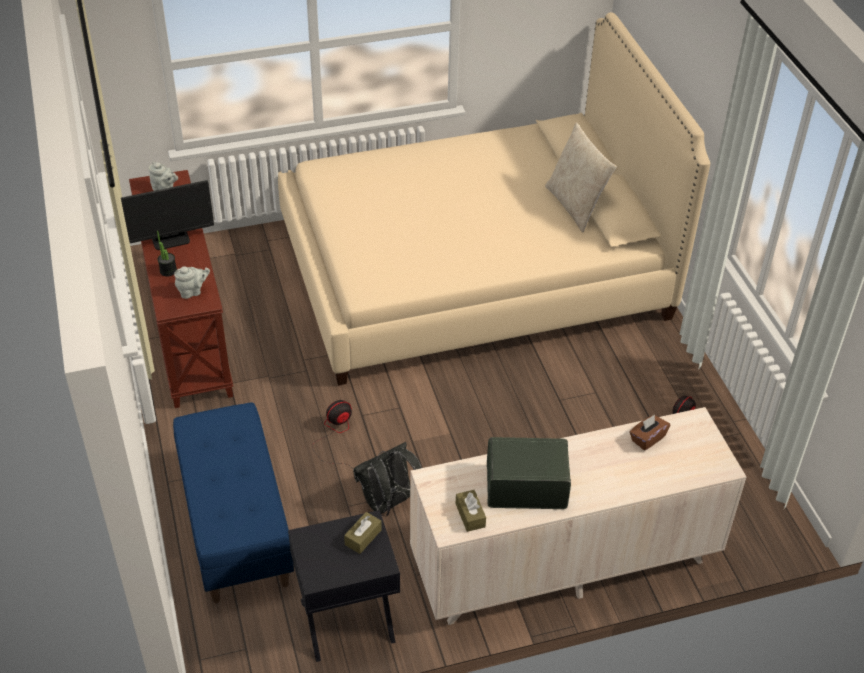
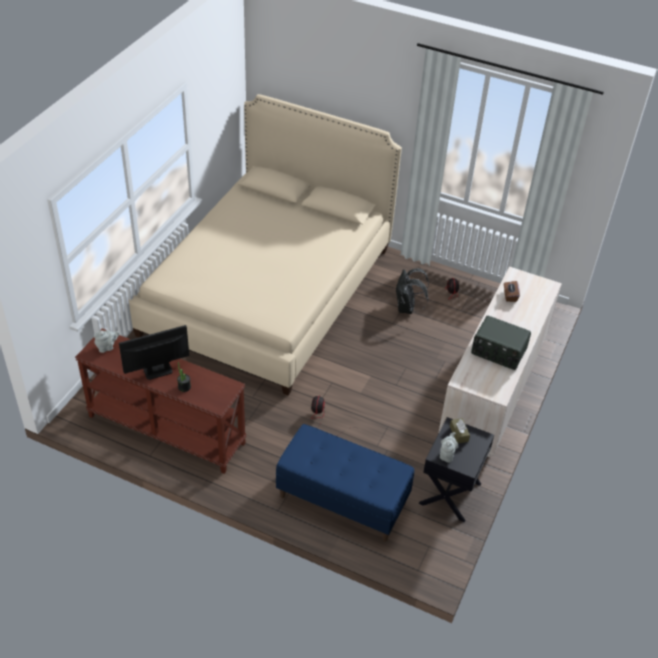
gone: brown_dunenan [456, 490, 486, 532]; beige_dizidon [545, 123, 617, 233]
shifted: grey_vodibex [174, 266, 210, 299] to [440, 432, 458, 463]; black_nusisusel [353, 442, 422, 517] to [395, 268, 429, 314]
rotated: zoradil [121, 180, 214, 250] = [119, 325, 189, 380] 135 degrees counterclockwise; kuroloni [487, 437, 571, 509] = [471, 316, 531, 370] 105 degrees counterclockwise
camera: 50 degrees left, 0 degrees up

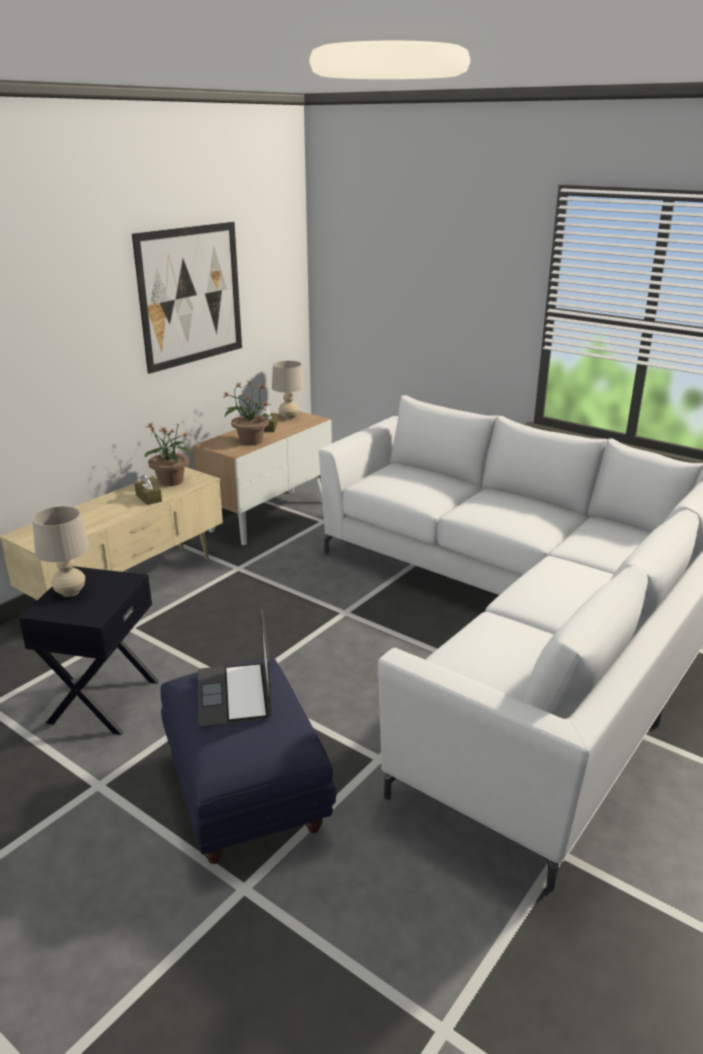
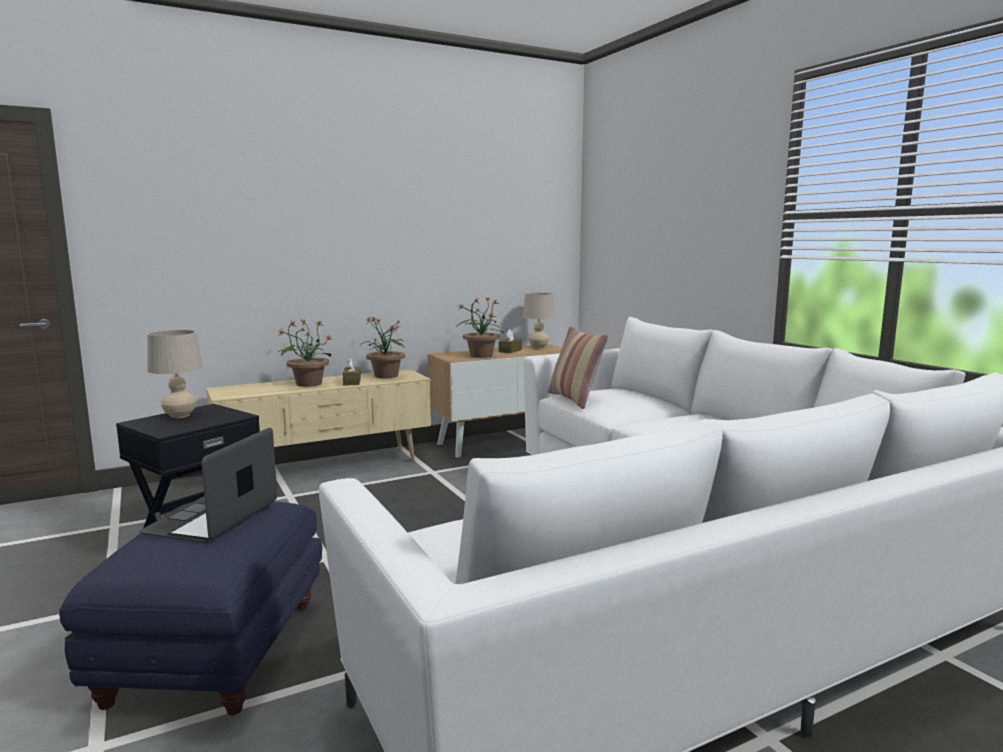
gone: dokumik [132, 222, 242, 374]
new: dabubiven [278, 319, 332, 387]; dizidon [548, 326, 608, 409]
camera: 25 degrees right, 15 degrees down

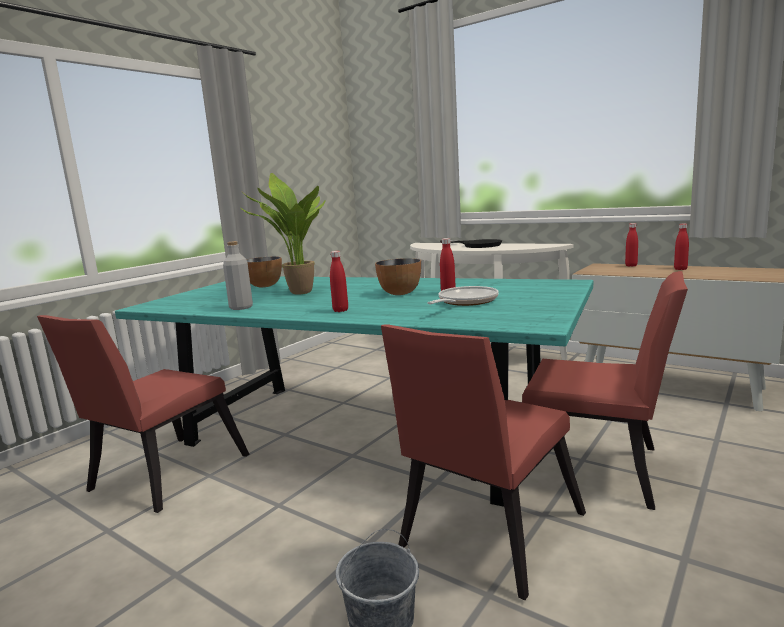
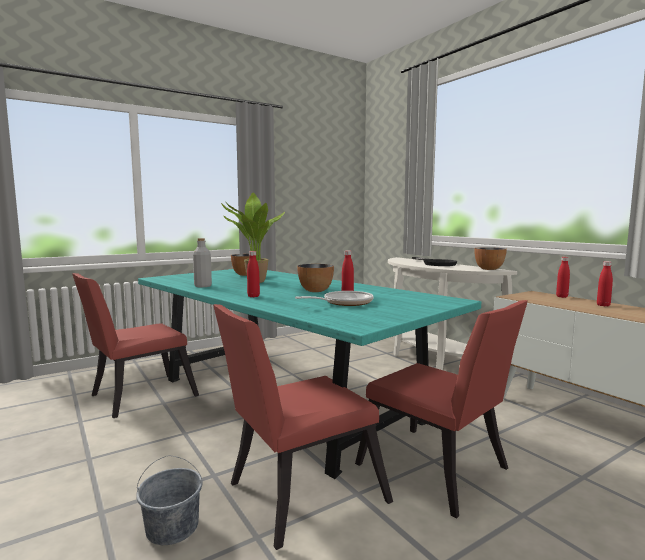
new: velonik [474, 247, 507, 270]
camera: 20 degrees right, 5 degrees down

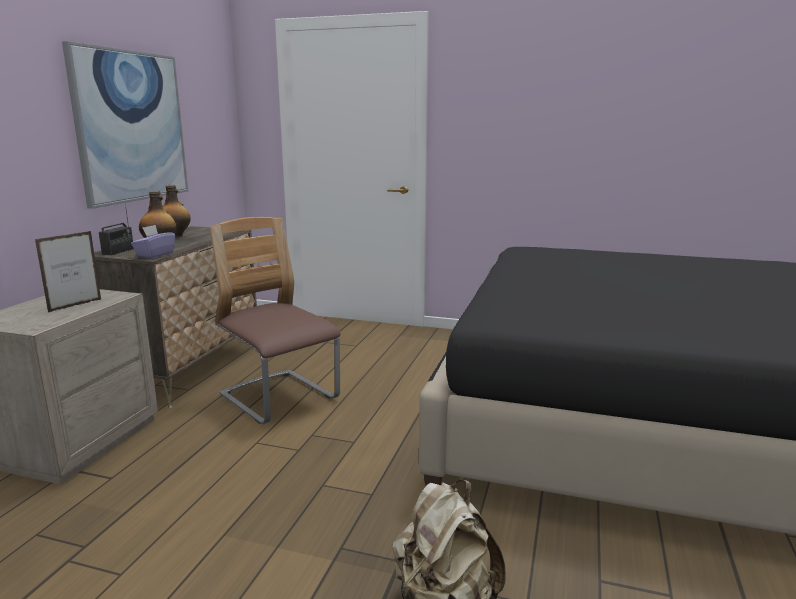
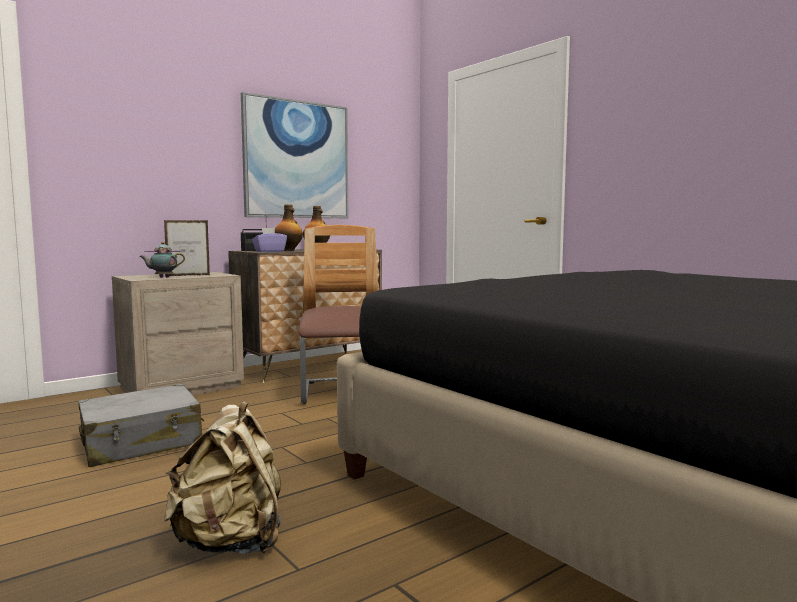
new: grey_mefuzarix [78, 384, 204, 467]; vodibex [139, 242, 185, 278]
camera: 35 degrees right, 10 degrees down

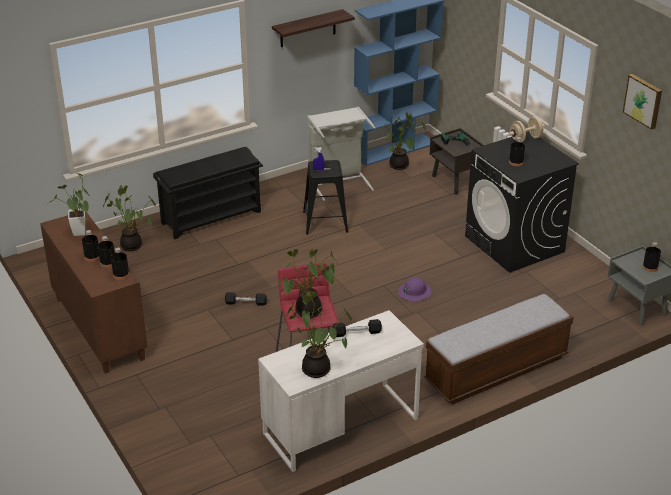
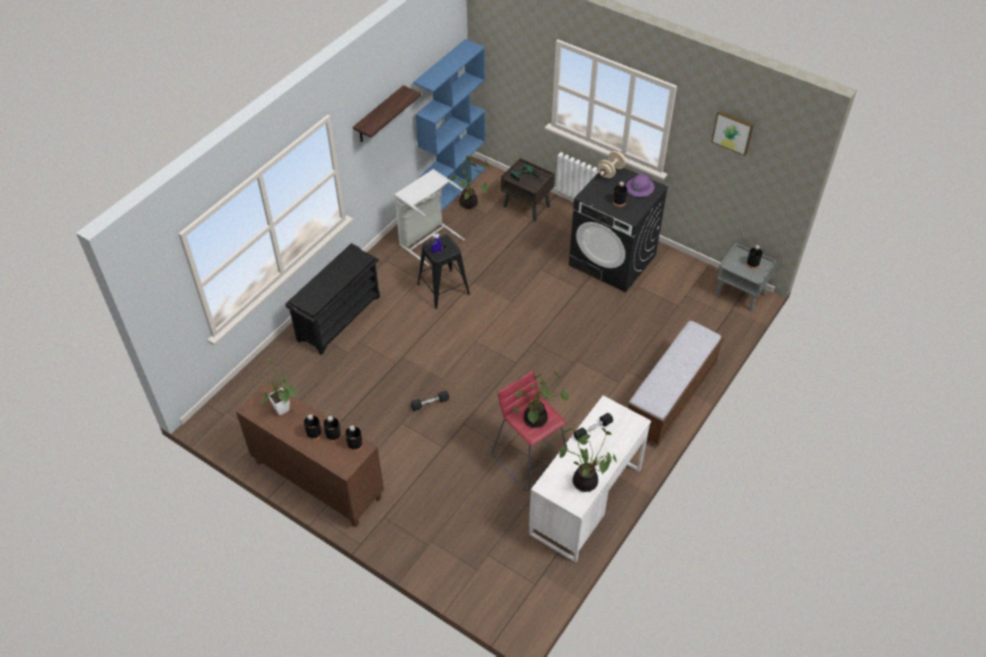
gone: dabubiven [103, 185, 156, 251]
shifted: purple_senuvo [398, 278, 431, 301] to [626, 174, 655, 197]
camera: 25 degrees left, 15 degrees up

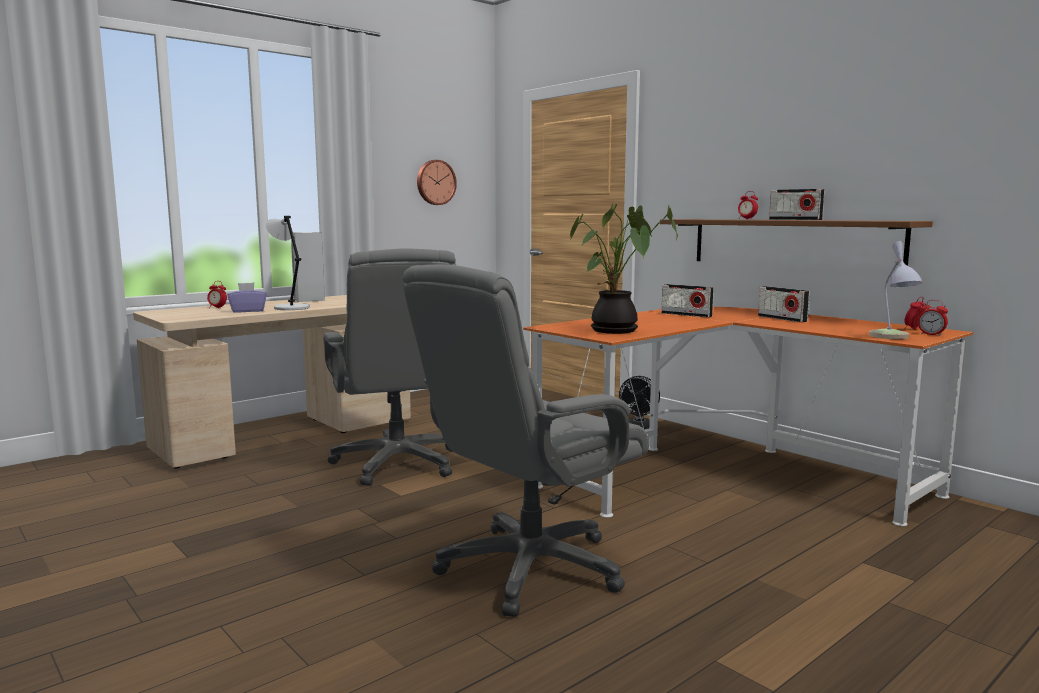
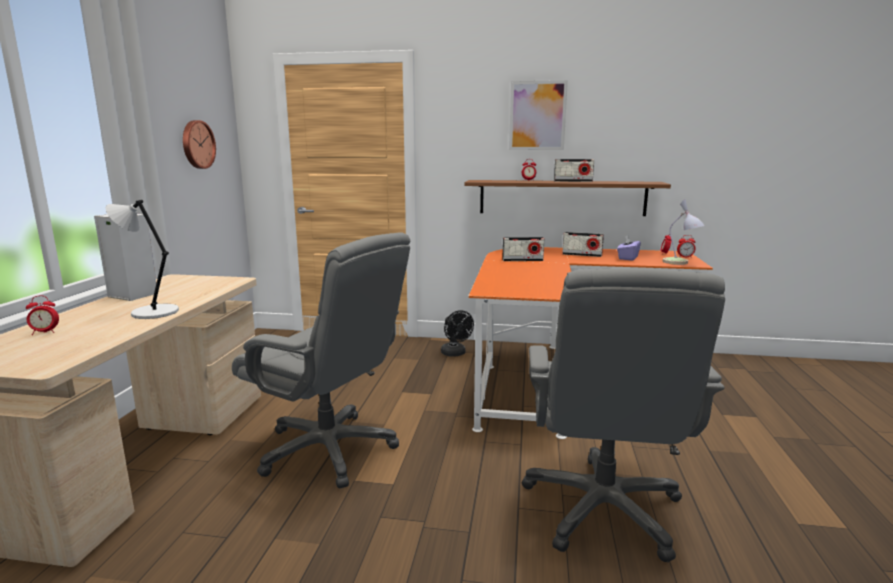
gone: dabubiven [570, 204, 678, 334]
new: dokumik [509, 80, 568, 150]
shifted: purple_dunenan [228, 283, 267, 313] to [617, 235, 641, 261]
camera: 40 degrees left, 5 degrees up

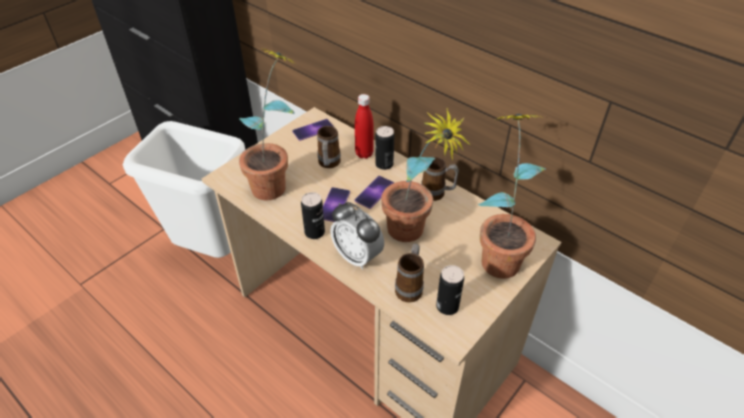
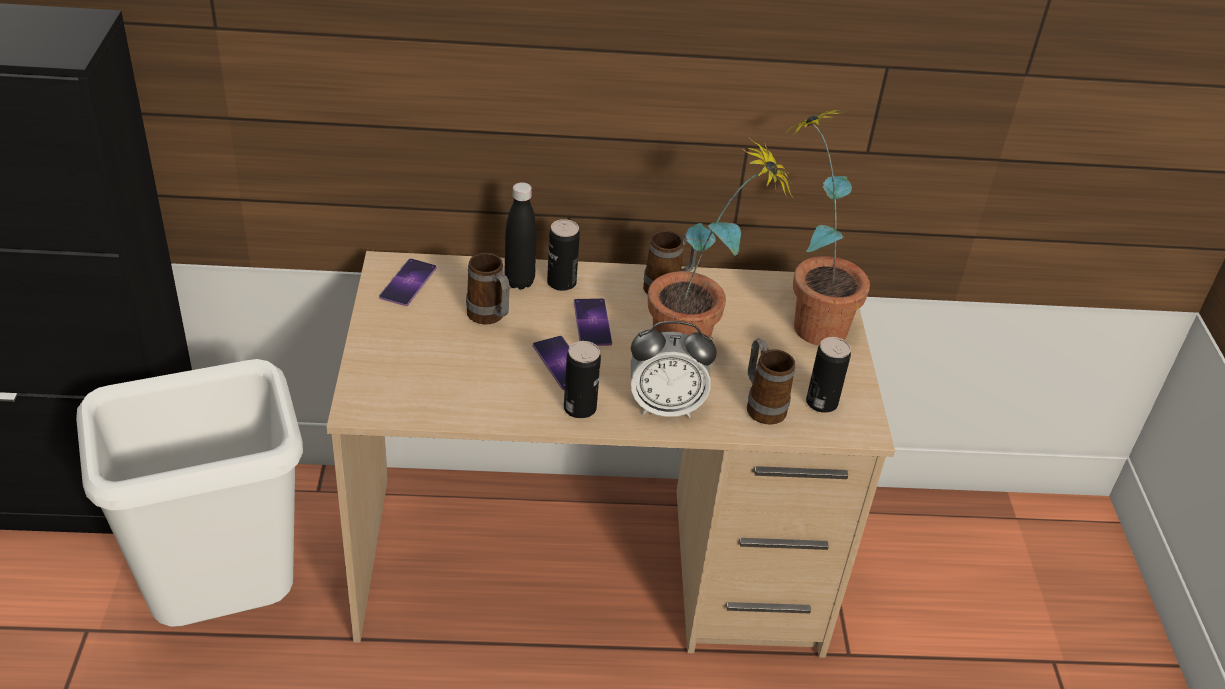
gone: dabubiven [239, 48, 295, 200]
repainted: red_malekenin [355, 94, 374, 159] to black_malekenin [504, 182, 537, 289]
camera: 45 degrees left, 5 degrees down

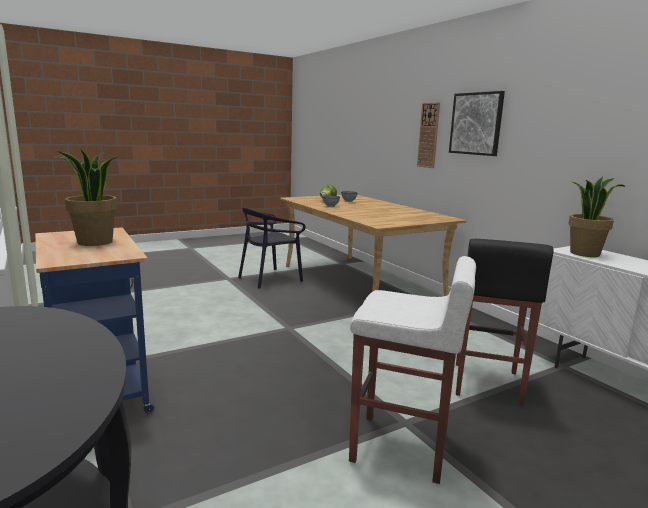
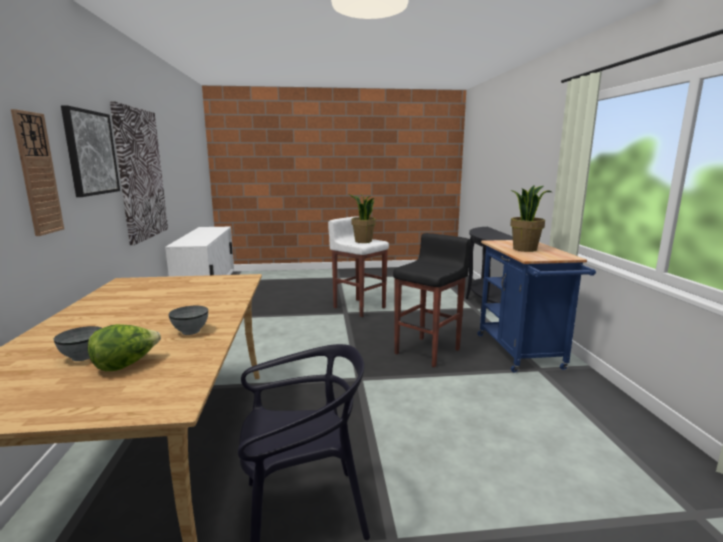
new: dokumik [110, 101, 168, 245]
shifted: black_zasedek [456, 239, 554, 406] to [393, 233, 471, 367]; dabubiven [568, 177, 626, 257] to [349, 194, 376, 243]
camera: 155 degrees left, 0 degrees up

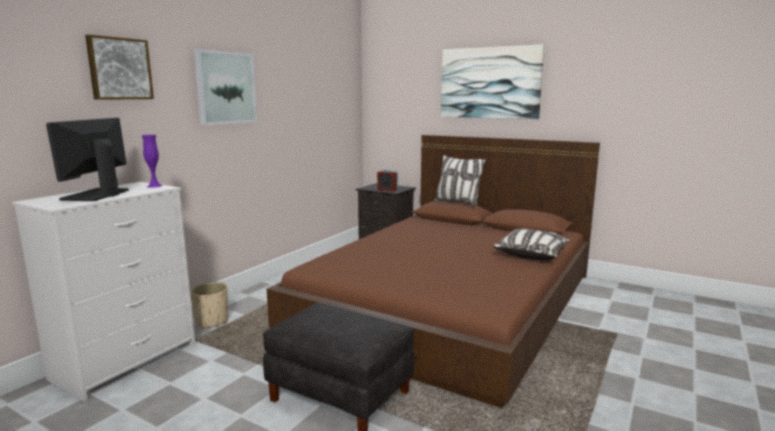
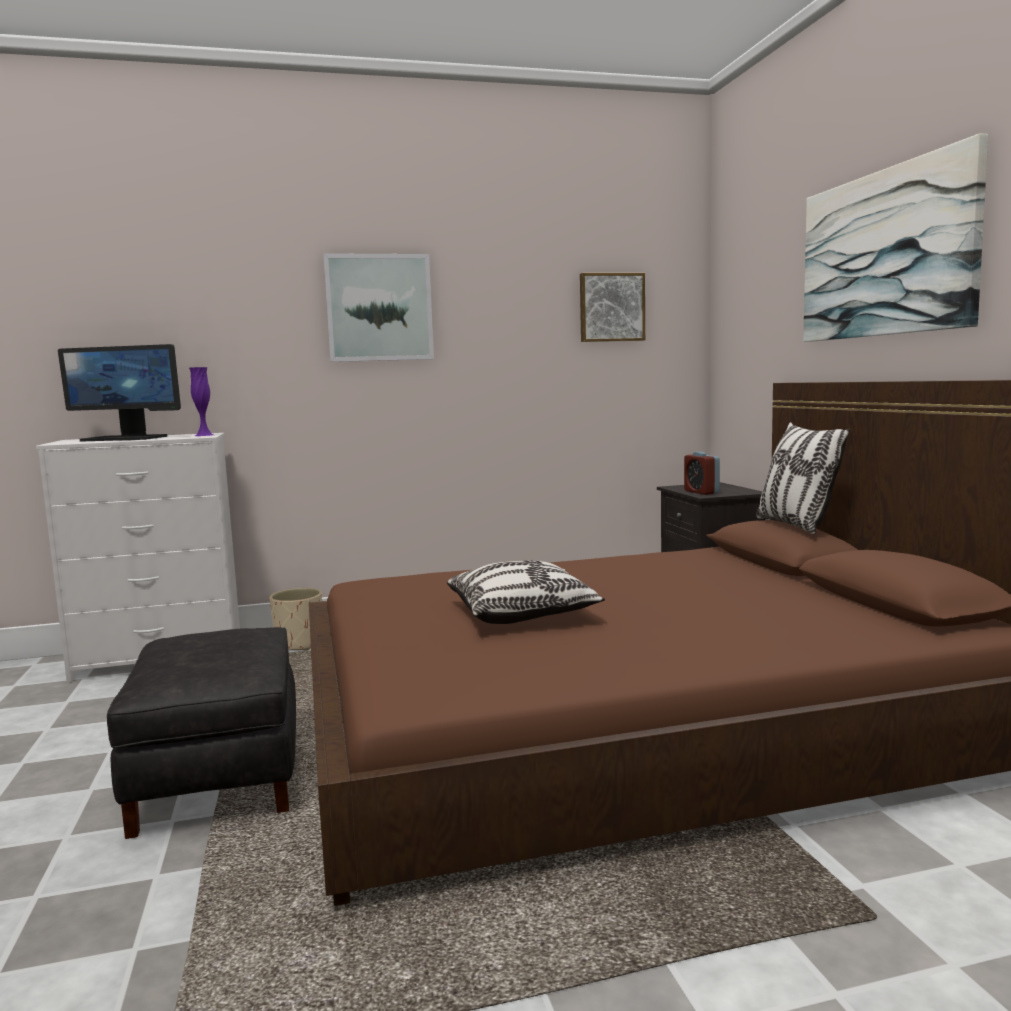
shifted: dokumik [85, 35, 154, 100] to [580, 273, 645, 342]; dizidon [493, 228, 570, 260] to [447, 560, 605, 624]
rotated: zoradil [46, 118, 129, 201] = [58, 344, 181, 442] 135 degrees counterclockwise
camera: 45 degrees right, 5 degrees down

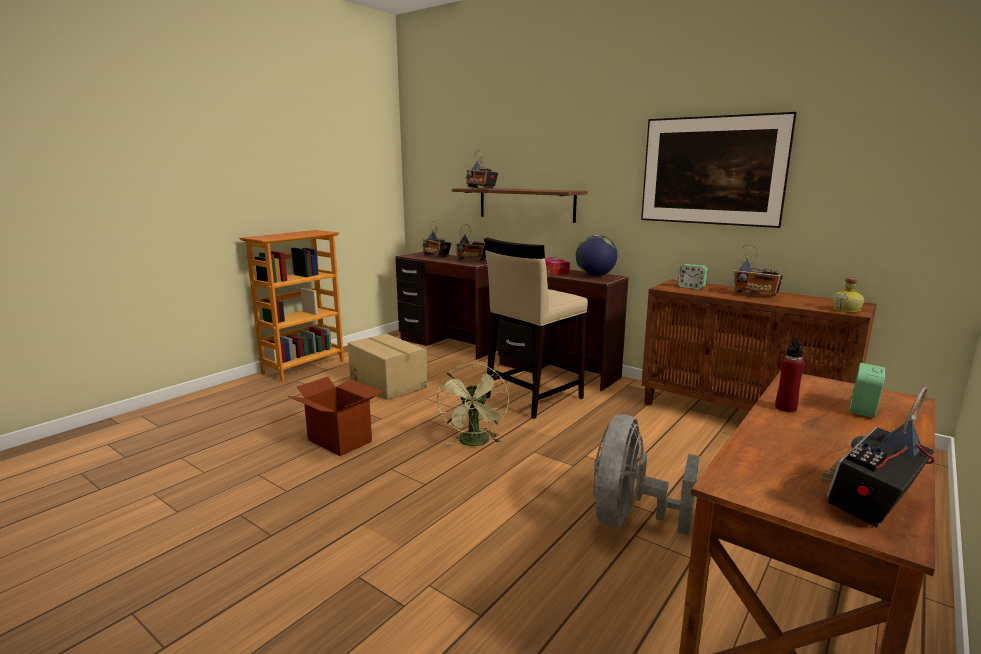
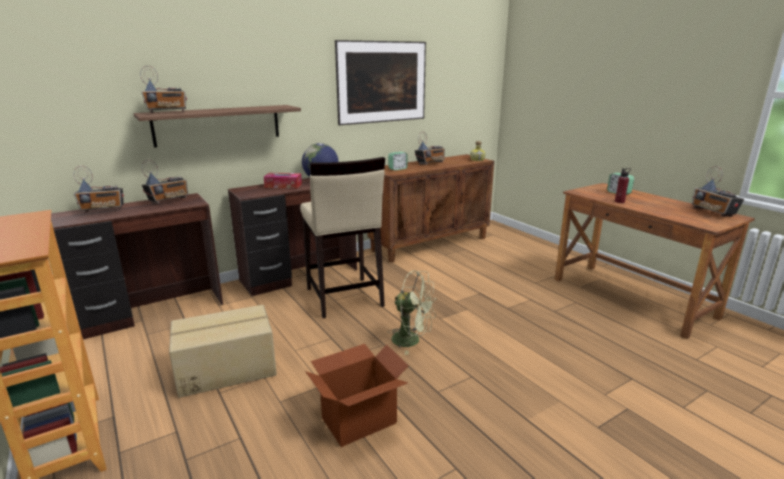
gone: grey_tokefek [593, 414, 700, 535]
camera: 70 degrees left, 5 degrees up

